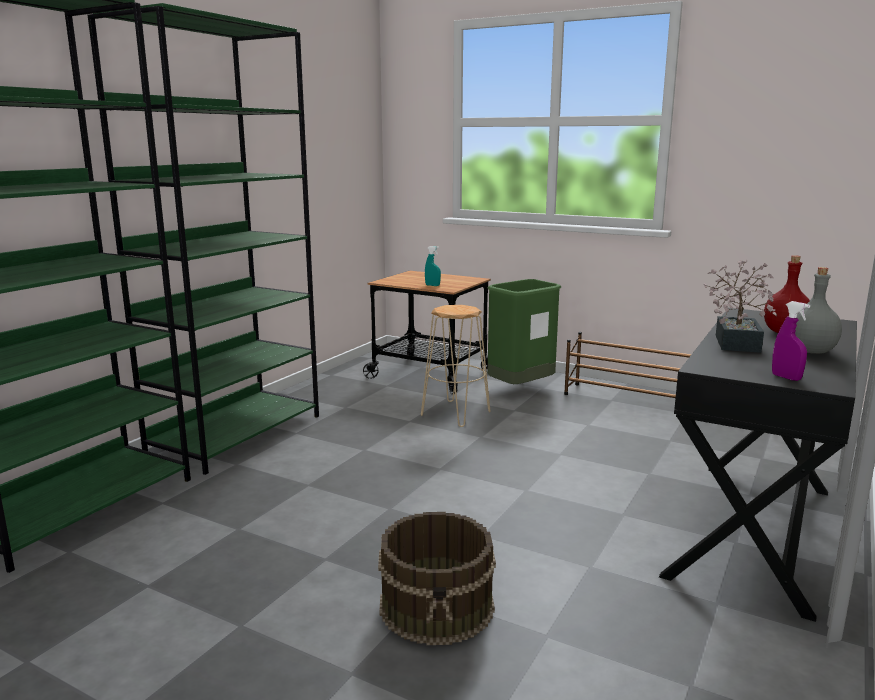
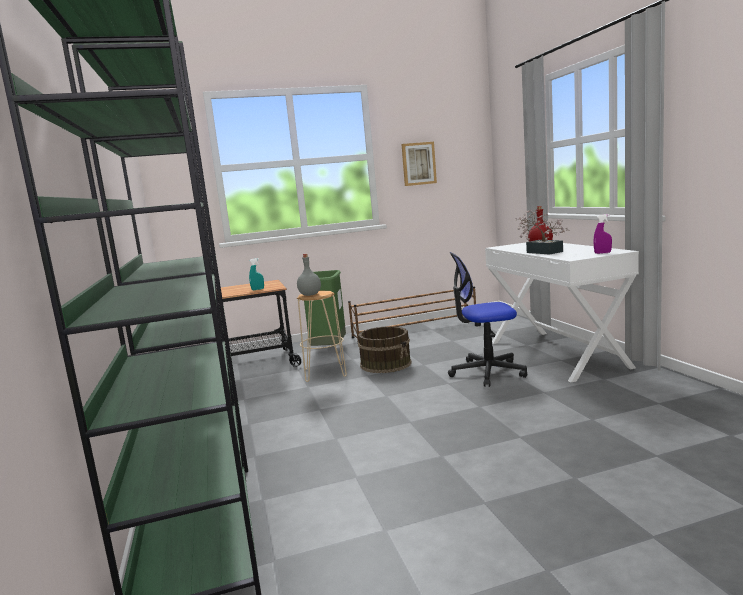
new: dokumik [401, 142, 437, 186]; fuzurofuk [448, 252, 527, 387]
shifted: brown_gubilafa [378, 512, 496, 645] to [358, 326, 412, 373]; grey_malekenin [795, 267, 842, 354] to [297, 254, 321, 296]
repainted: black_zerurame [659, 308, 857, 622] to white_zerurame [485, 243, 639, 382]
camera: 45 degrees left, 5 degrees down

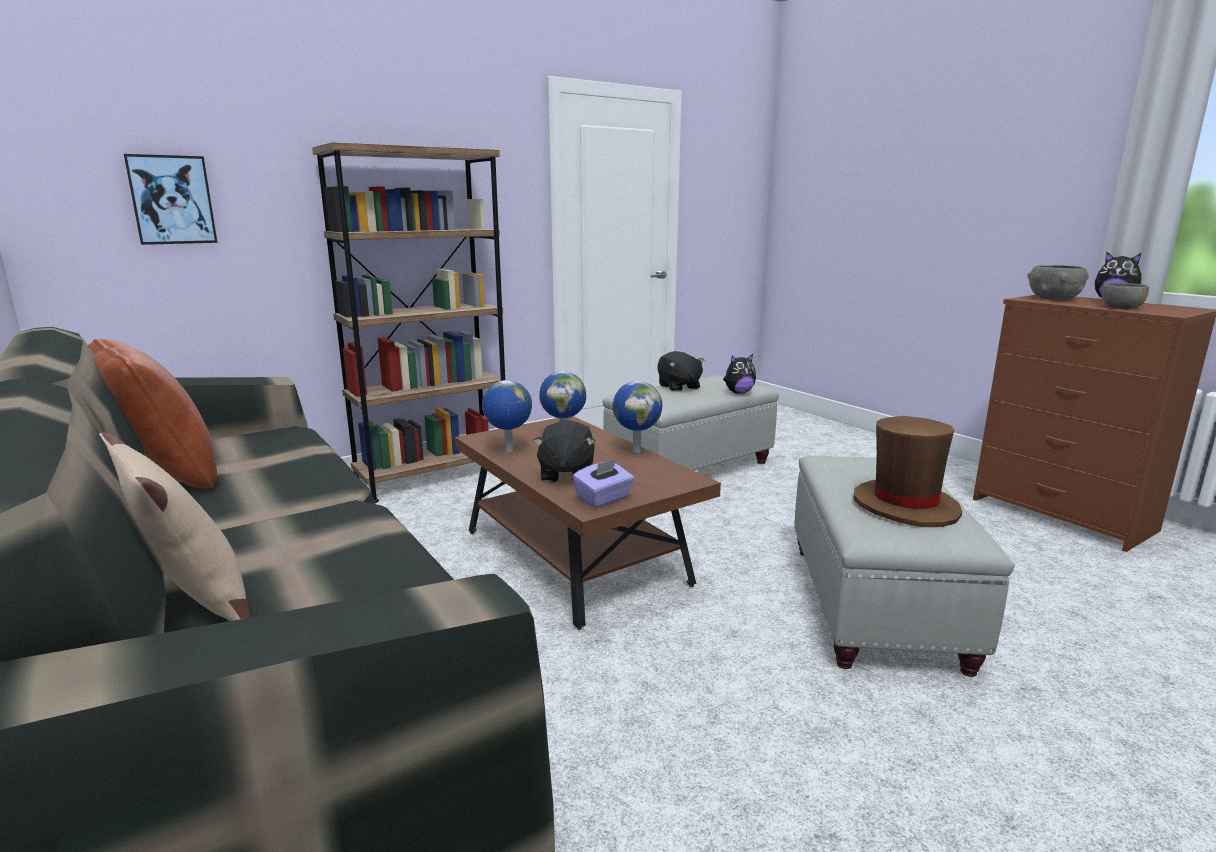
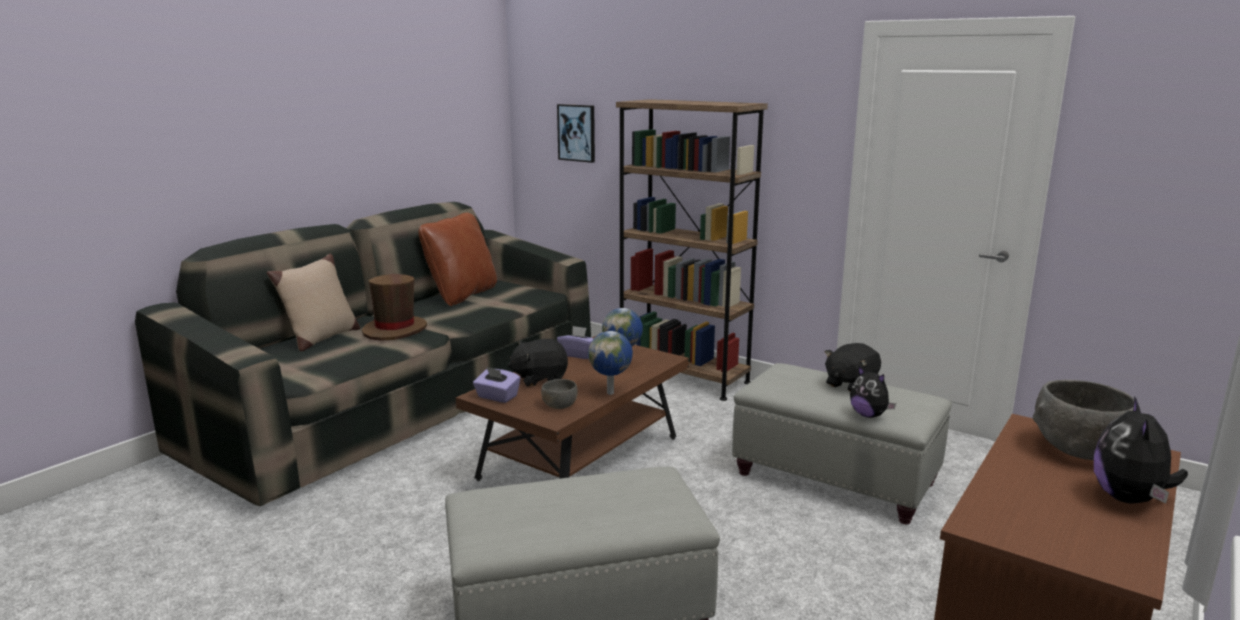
shifted: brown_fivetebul [854, 416, 962, 527] to [362, 274, 427, 340]; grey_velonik [1102, 283, 1149, 309] to [541, 379, 578, 409]
swapped: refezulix [482, 380, 532, 452] to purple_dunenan [557, 326, 594, 359]
camera: 70 degrees right, 0 degrees up

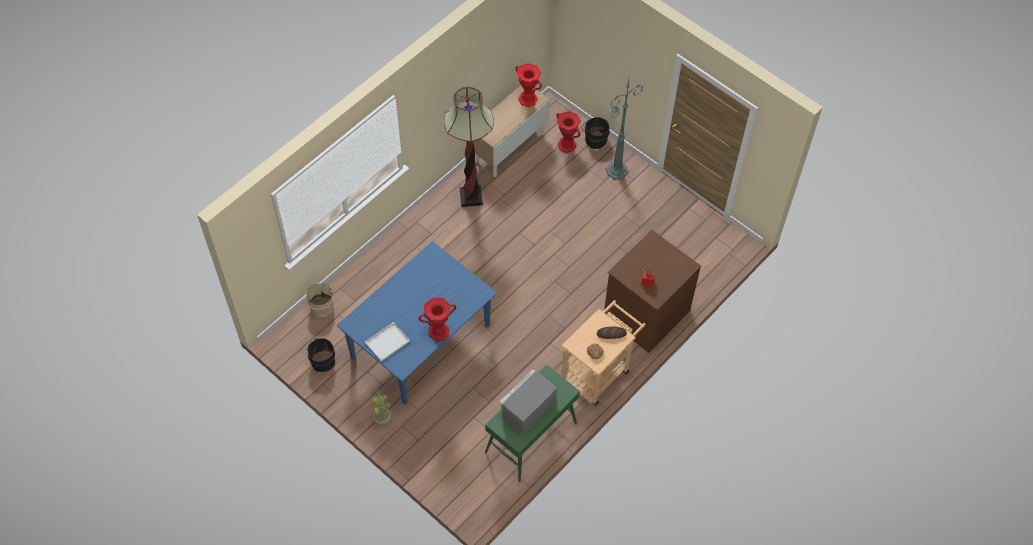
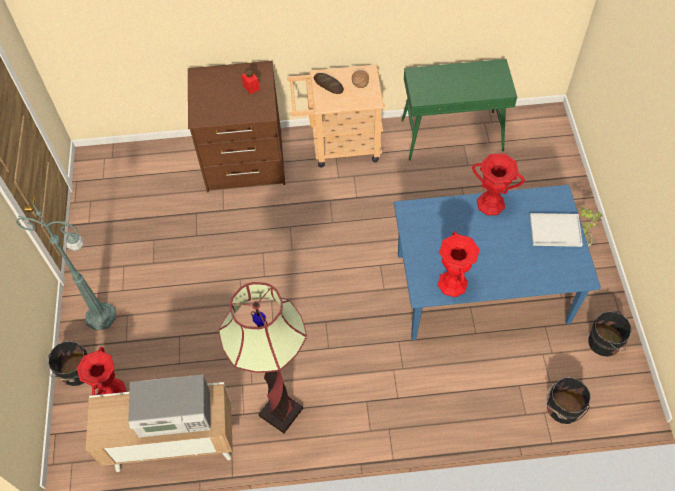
shifted: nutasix [500, 370, 557, 434] to [128, 374, 211, 438]; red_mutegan [515, 63, 542, 107] to [438, 231, 480, 297]
repainted: beige_gubilafa [305, 283, 334, 317] to black_gubilafa [546, 377, 590, 424]
camera: 135 degrees left, 0 degrees up

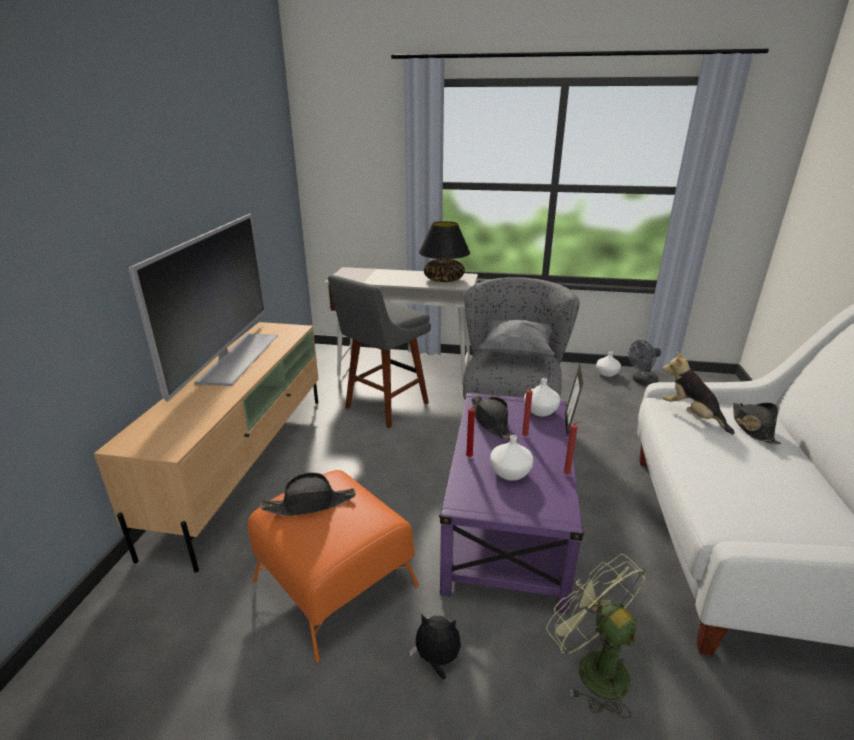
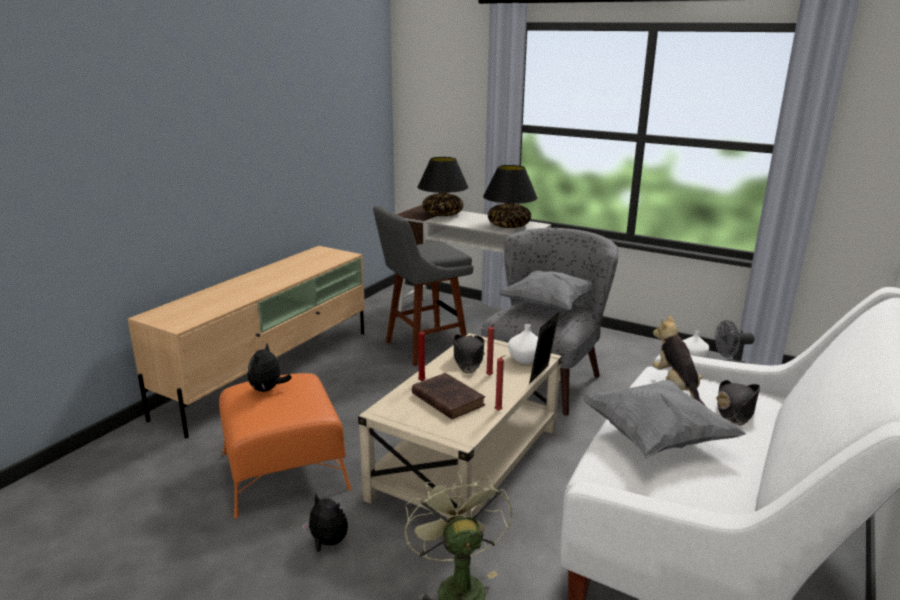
gone: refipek [129, 214, 278, 402]
new: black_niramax [417, 157, 469, 216]; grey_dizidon [580, 380, 746, 458]
swapped: black_fivetebul [261, 472, 356, 516] to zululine [248, 342, 292, 392]; white_mutegan [490, 435, 533, 481] to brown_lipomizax [412, 373, 485, 419]
repainted: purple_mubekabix [439, 393, 584, 614] to beige_mubekabix [358, 333, 562, 518]
camera: 20 degrees right, 5 degrees down

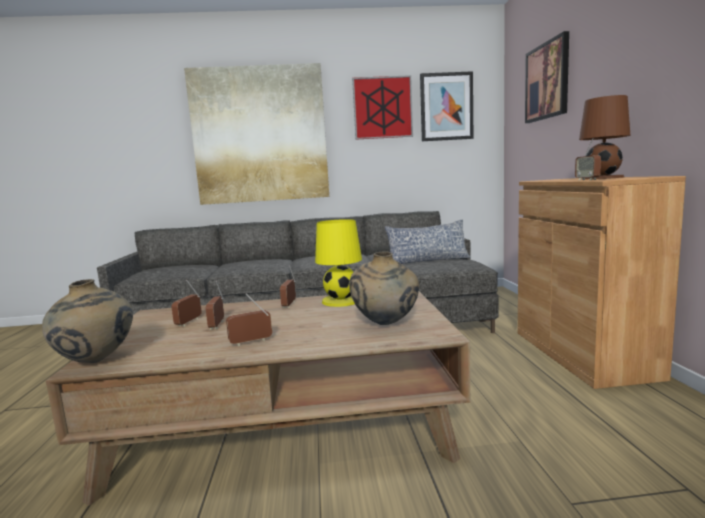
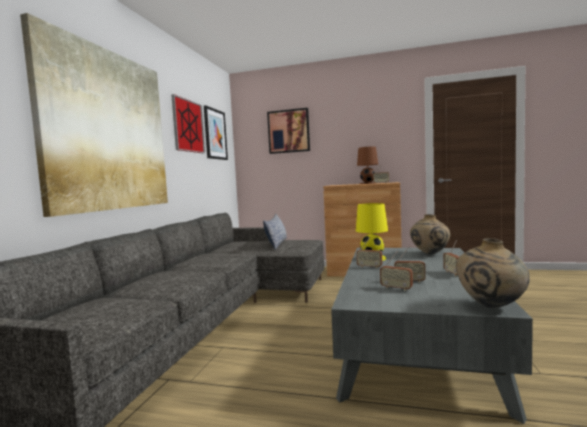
repainted: brown_mubekabix [46, 291, 471, 505] to grey_mubekabix [331, 248, 533, 424]
camera: 70 degrees left, 5 degrees down

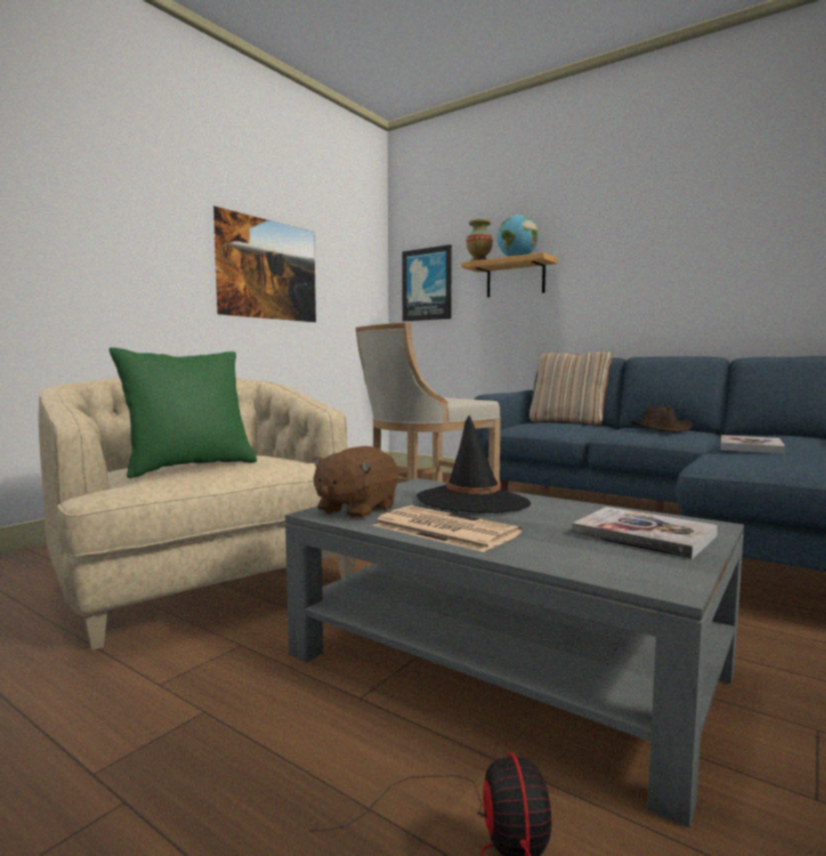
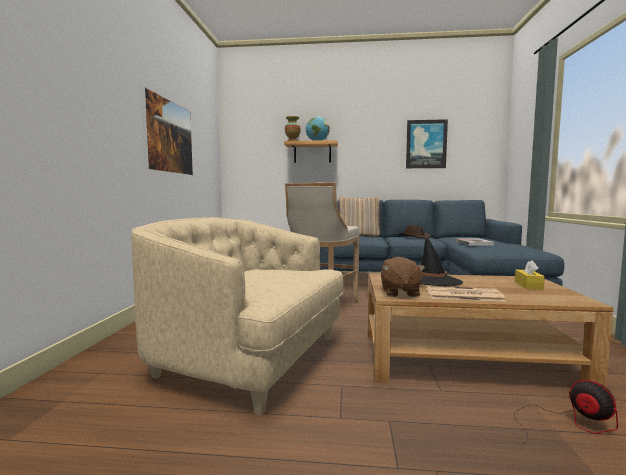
gone: green_dizidon [109, 348, 257, 478]
shifted: dokumik [402, 245, 452, 321] to [406, 119, 448, 168]
swapped: lipomizax [572, 507, 717, 559] to yellow_dunenan [515, 260, 545, 290]
repainted: grey_mubekabix [285, 478, 744, 828] to brown_mubekabix [368, 273, 614, 387]
camera: 30 degrees left, 0 degrees up

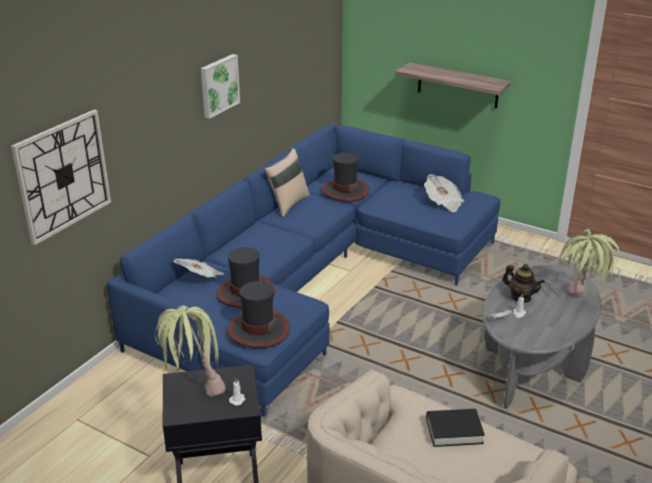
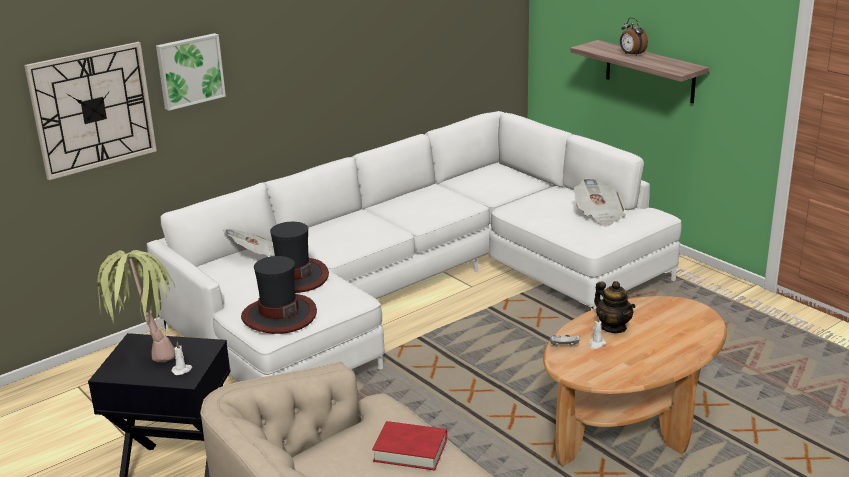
gone: beige_dizidon [265, 148, 310, 217]; fivetebul [321, 153, 369, 202]; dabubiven [558, 229, 620, 296]
new: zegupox [620, 18, 648, 57]
shifted: dokumik [201, 54, 240, 119] to [156, 33, 226, 111]
repainted: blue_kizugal [107, 124, 500, 416] to white_kizugal [147, 111, 682, 382]; black_lipomizax [426, 409, 485, 447] to red_lipomizax [372, 421, 447, 471]; grey_mubekabix [482, 265, 602, 409] to brown_mubekabix [543, 296, 727, 466]
camera: 20 degrees right, 5 degrees down

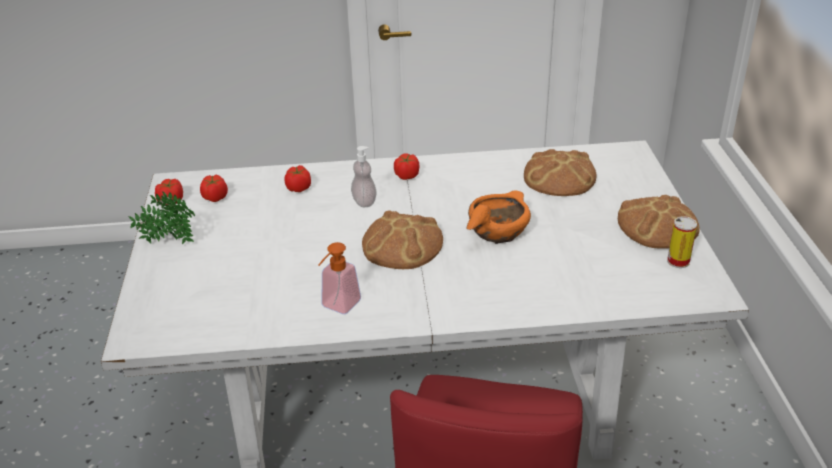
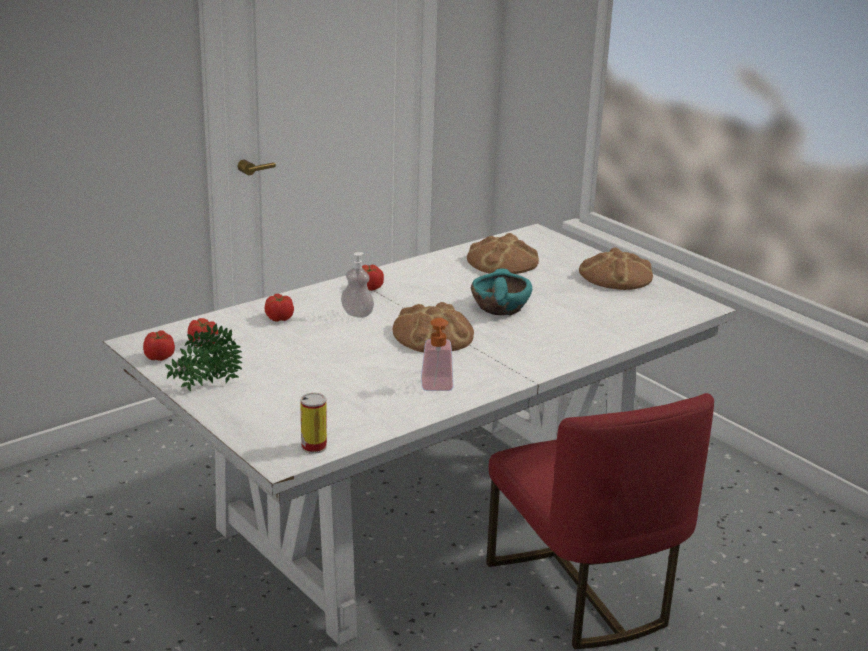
shifted: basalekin [667, 216, 697, 268] to [300, 393, 327, 454]
repainted: orange_velonik [467, 190, 531, 244] to turquoise_velonik [471, 268, 532, 315]
camera: 35 degrees left, 10 degrees down

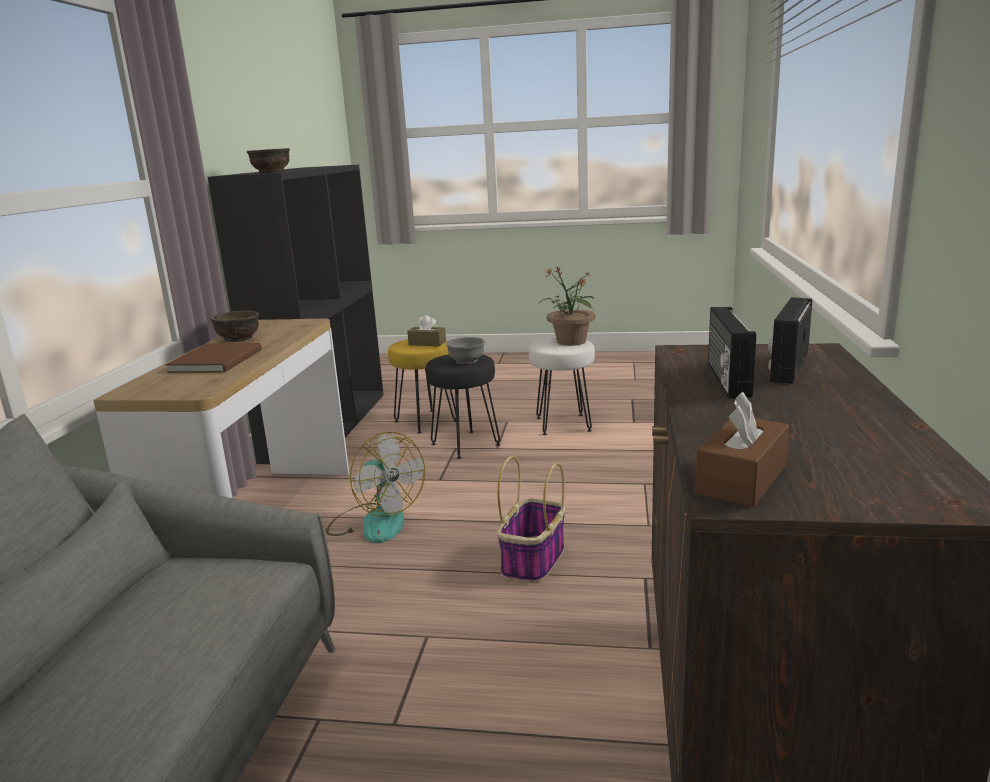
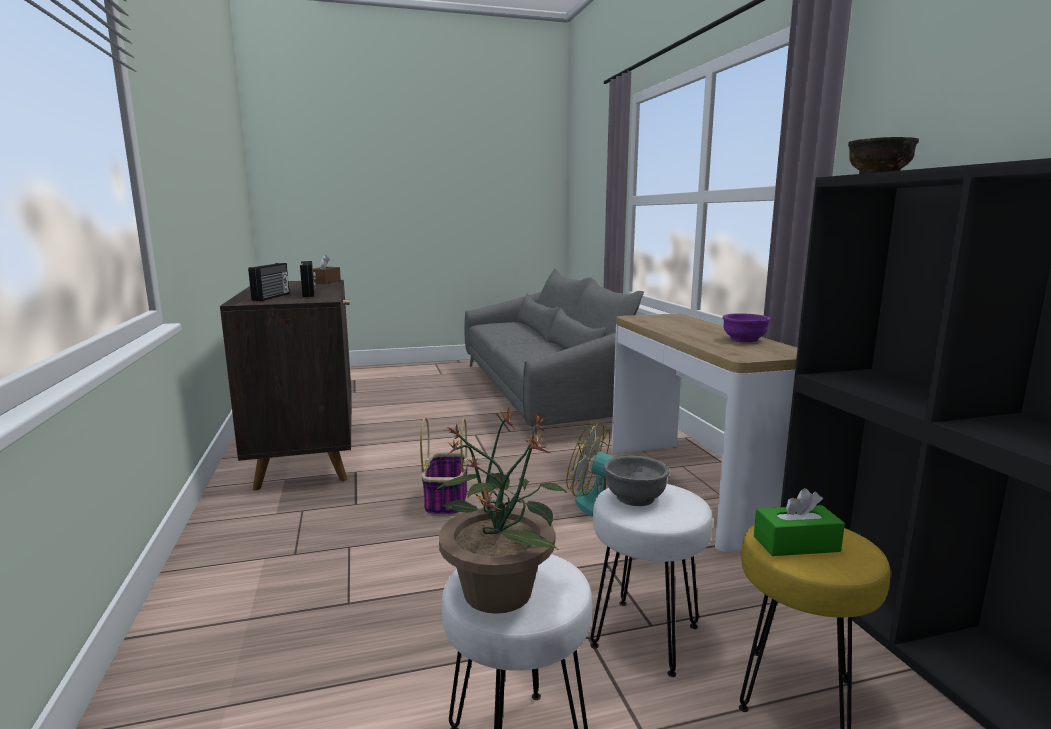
gone: brown_lipomizax [165, 343, 262, 373]
repainted: brown_velonik [210, 310, 259, 342] to purple_velonik [723, 313, 770, 342]; brown_dunenan [407, 315, 446, 346] to green_dunenan [754, 488, 845, 556]; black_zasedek [426, 354, 500, 459] to white_zasedek [591, 484, 713, 677]
camera: 155 degrees right, 5 degrees down

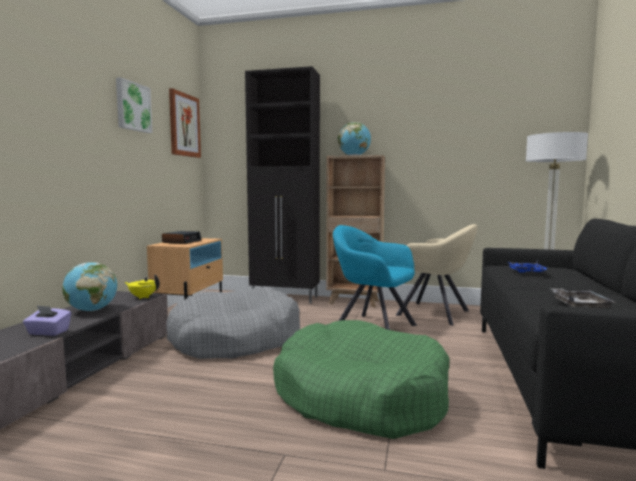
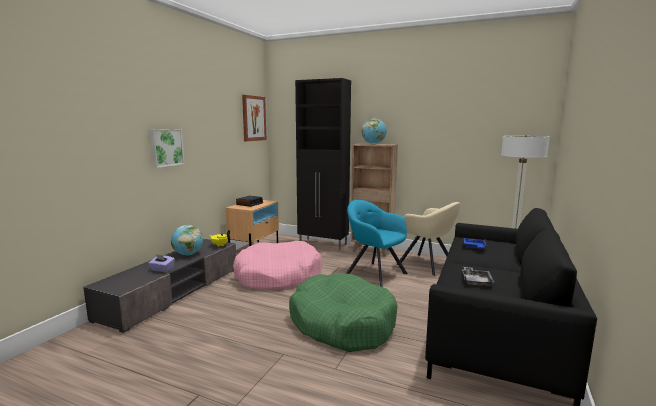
shifted: dokumik [116, 77, 152, 133] to [150, 129, 185, 168]
repainted: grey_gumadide [166, 287, 300, 359] to pink_gumadide [233, 241, 322, 290]
camera: 10 degrees right, 5 degrees up

